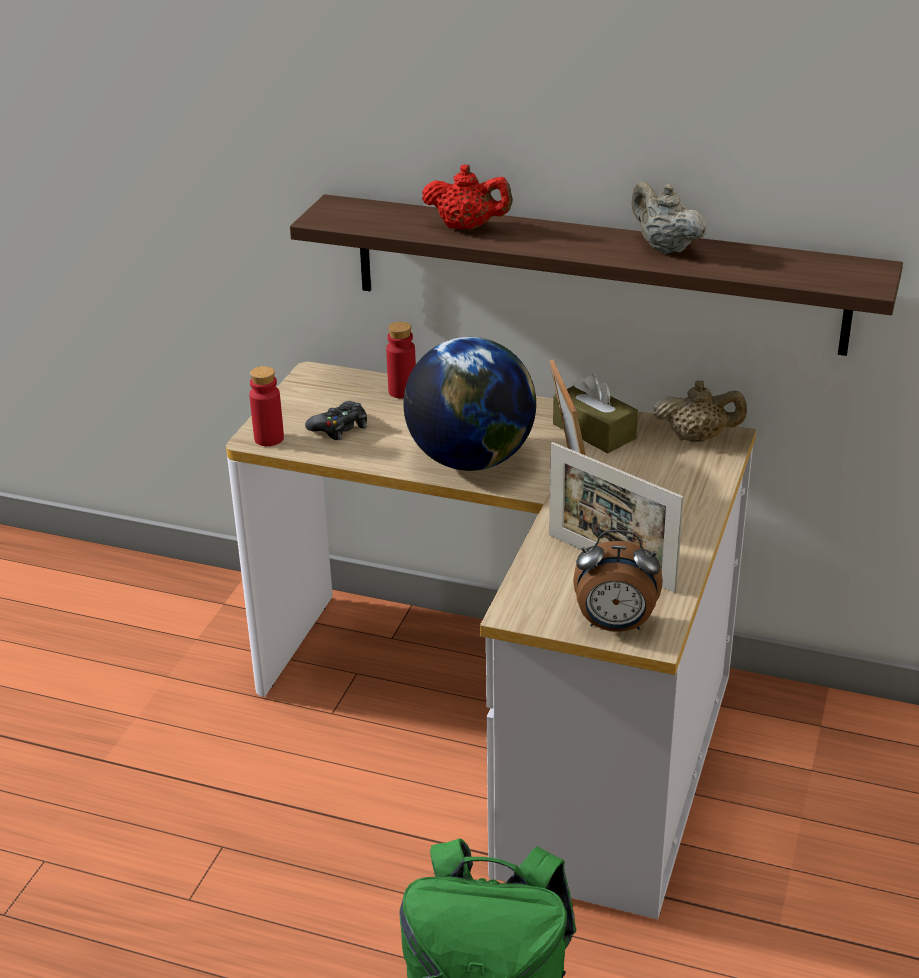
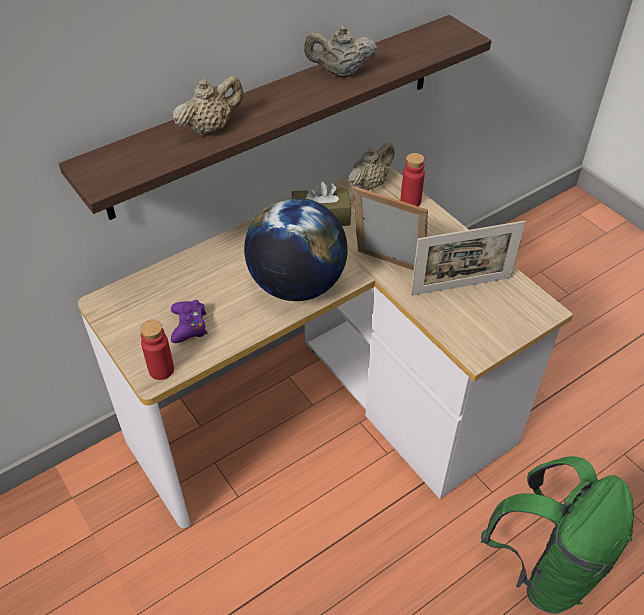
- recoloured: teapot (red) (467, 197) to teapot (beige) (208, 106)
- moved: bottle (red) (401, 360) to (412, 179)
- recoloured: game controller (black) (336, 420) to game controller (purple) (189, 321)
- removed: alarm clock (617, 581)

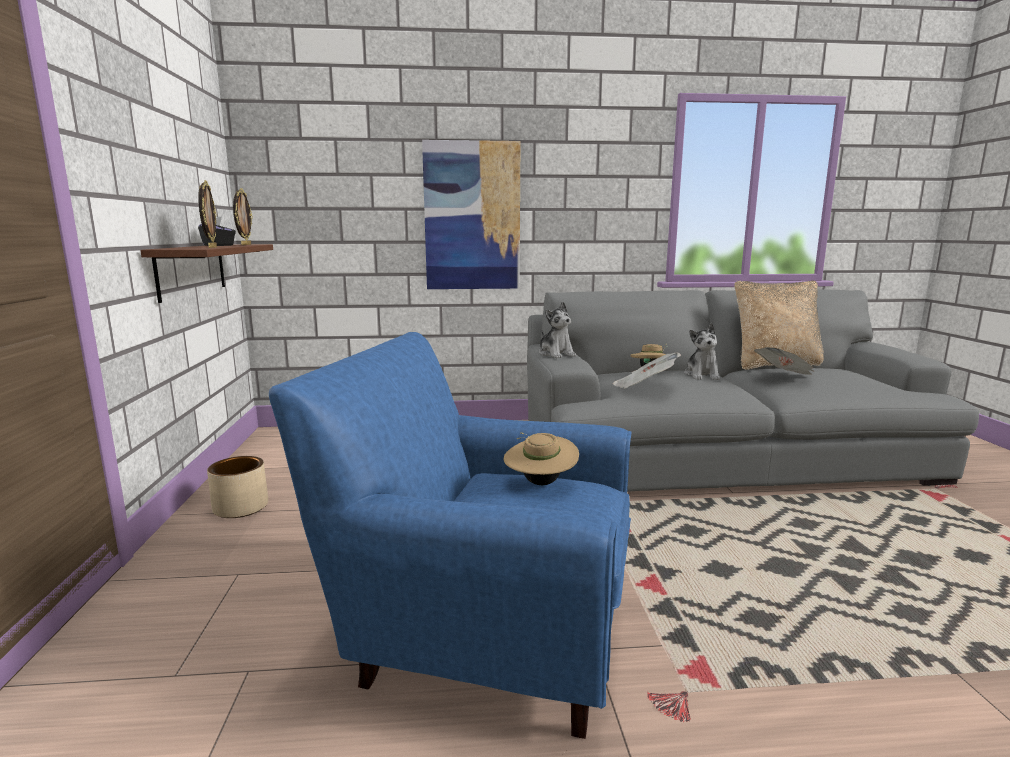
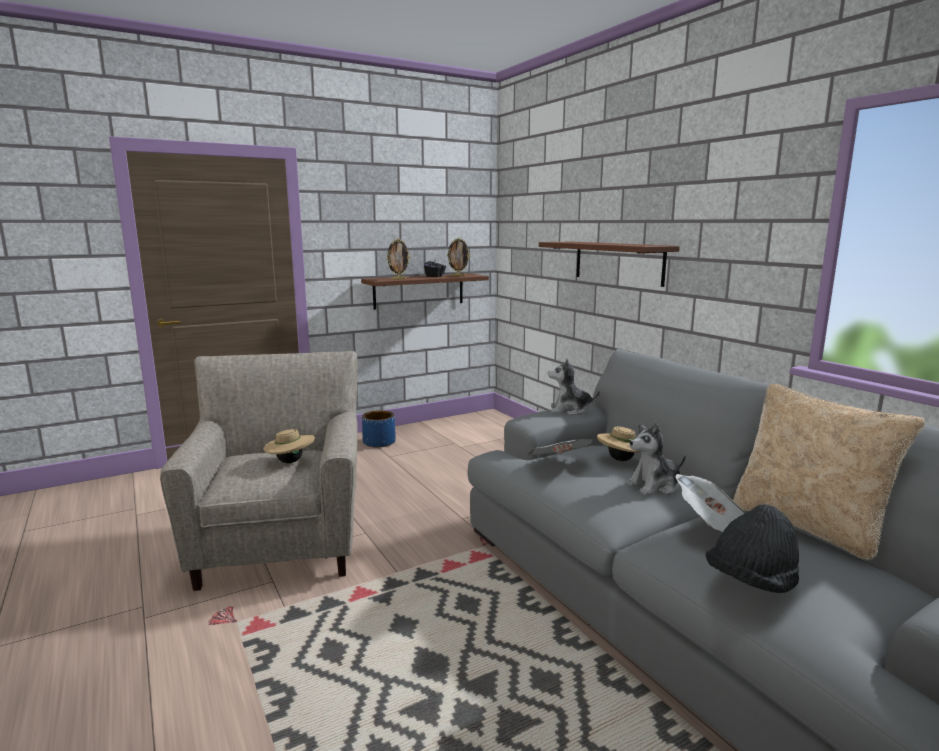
- replaced: picture (471, 214) to shelf (609, 264)
- turned: plush toy (557, 330) = (574, 387) 60 degrees clockwise
- recoloured: armchair (blue) (450, 535) to armchair (beige) (258, 471)
- recoloured: planter (beige) (237, 487) to planter (blue) (379, 429)
- added: hat (black) (752, 548)

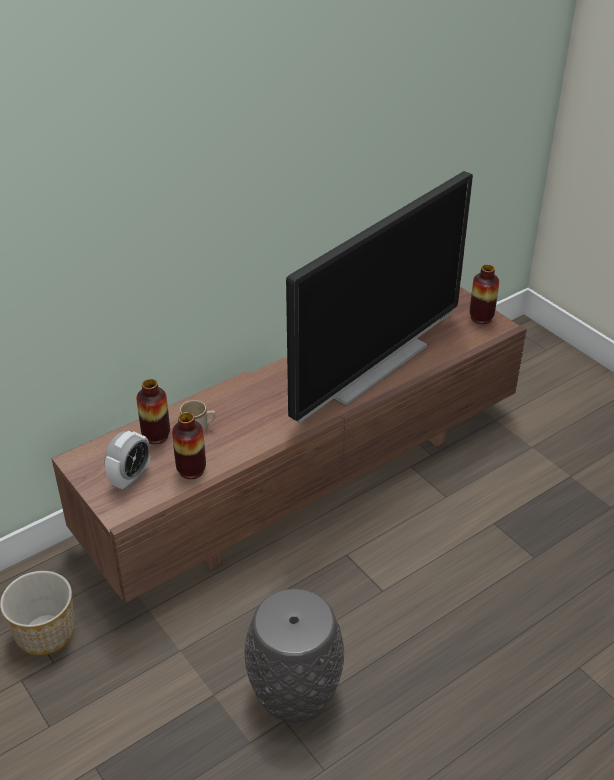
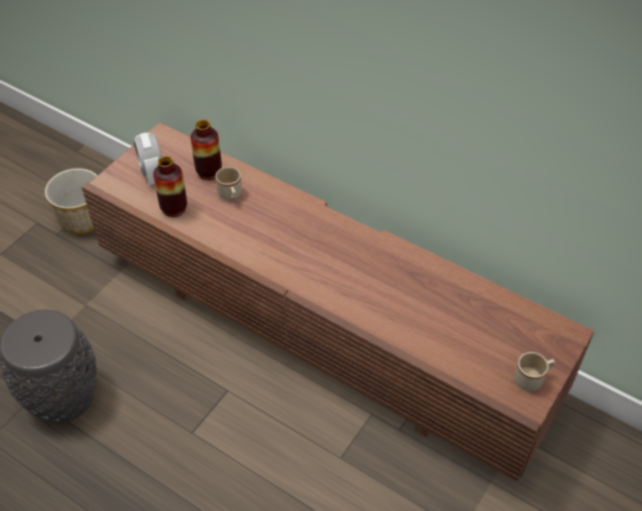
- removed: television (379, 297)
- replaced: vase (484, 294) to mug (beige) (534, 371)
- turned: alarm clock (127, 460) = (147, 158) 60 degrees clockwise

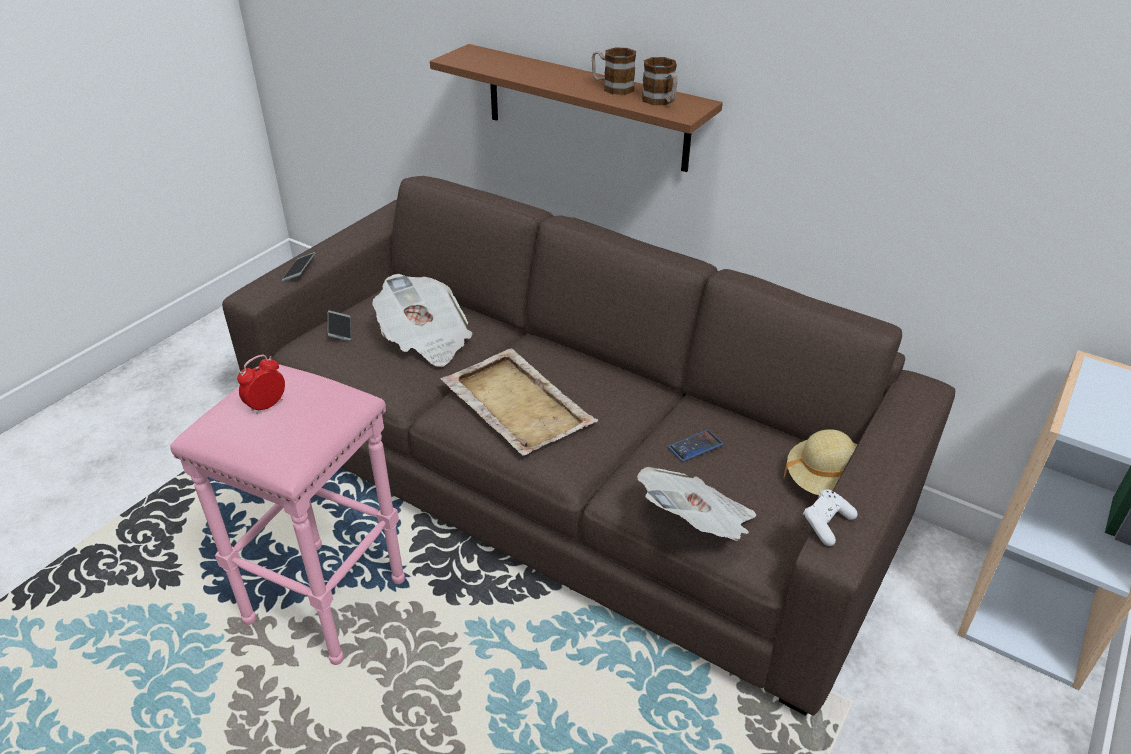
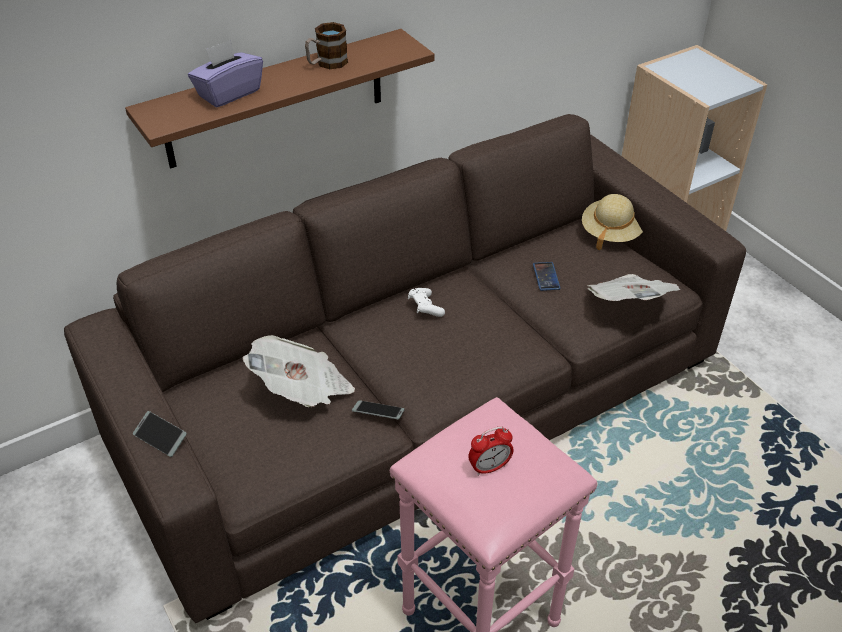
- removed: mug (660, 81)
- moved: phone (339, 325) to (378, 409)
- removed: tray (beige) (519, 402)
- turned: alarm clock (261, 384) = (490, 451) 90 degrees counterclockwise
- moved: game controller (white) (830, 517) to (426, 302)
- added: tissue box (purple) (225, 74)

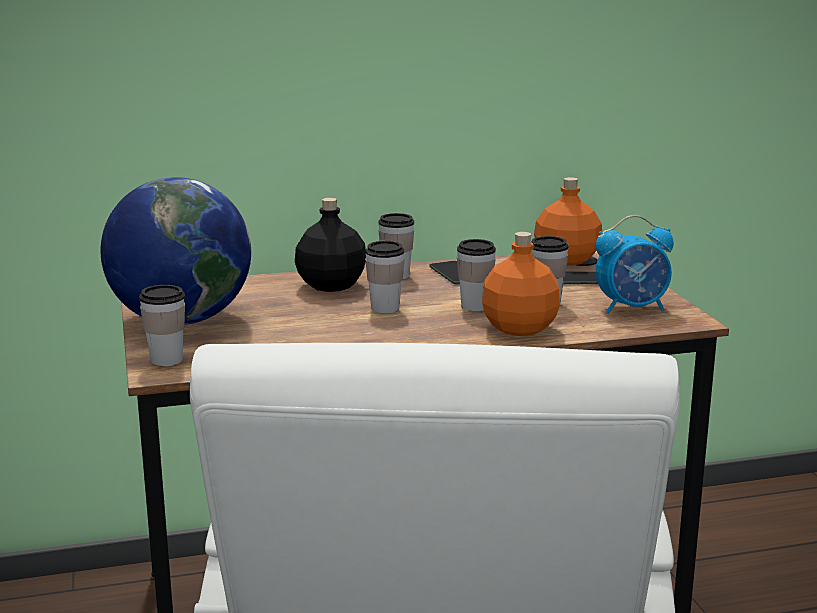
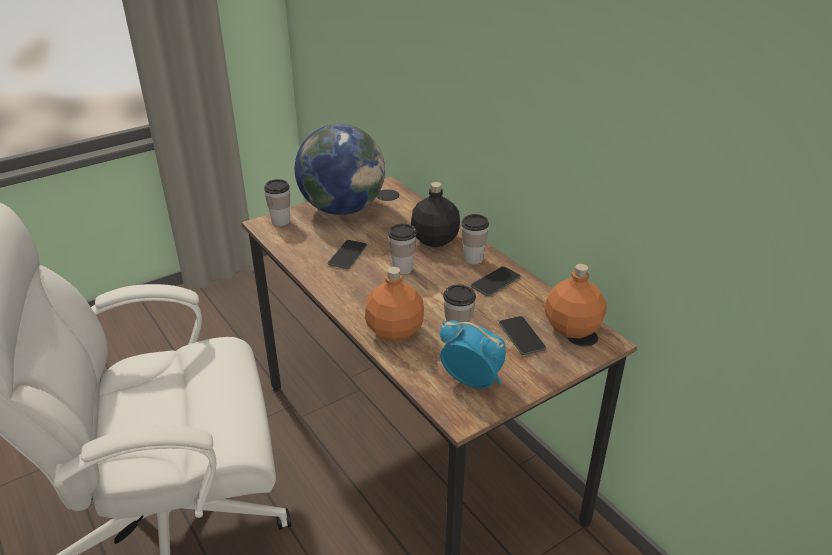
- turned: alarm clock (635, 264) = (473, 354) 150 degrees clockwise
- removed: cup (476, 275)
- added: phone (347, 254)

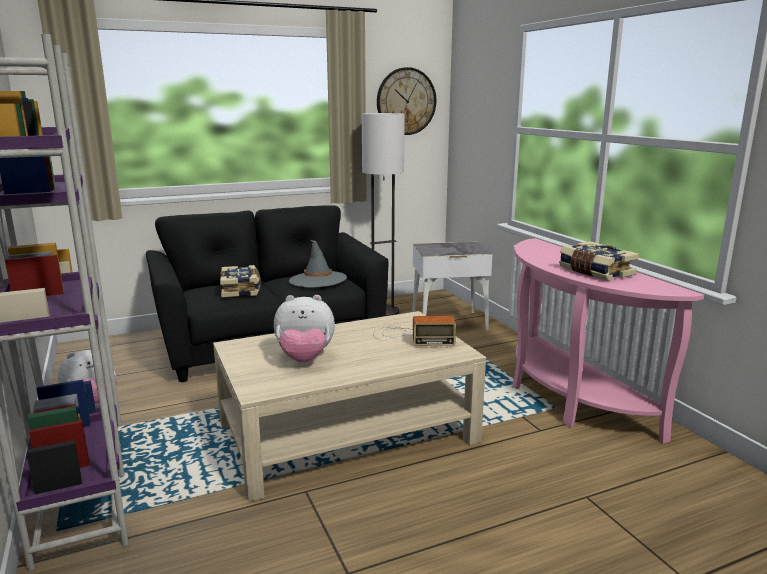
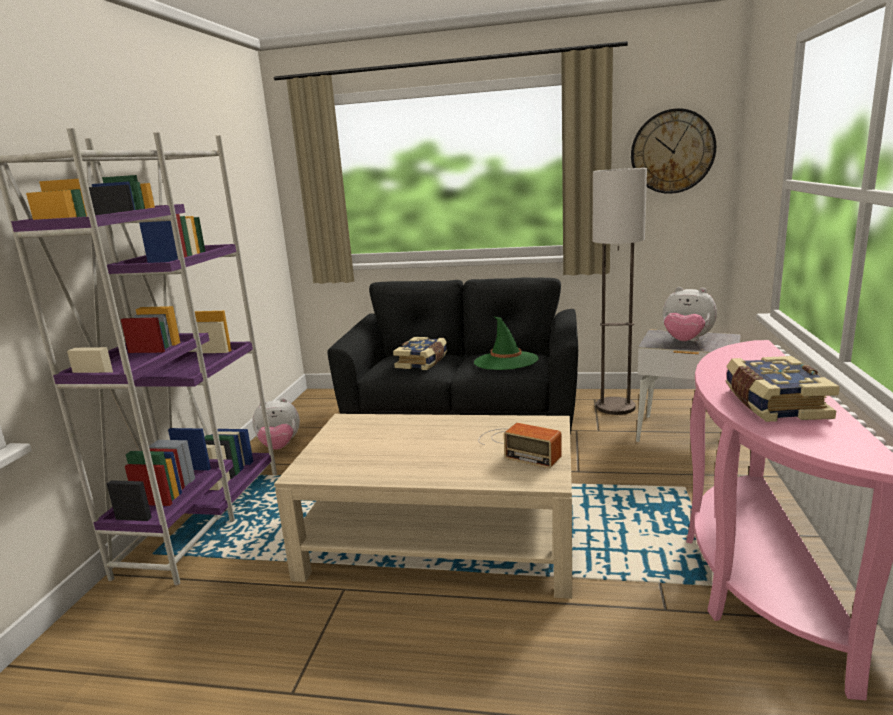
- recoloured: hat (grey) (318, 264) to hat (green) (506, 343)
- moved: plush toy (304, 328) to (690, 314)

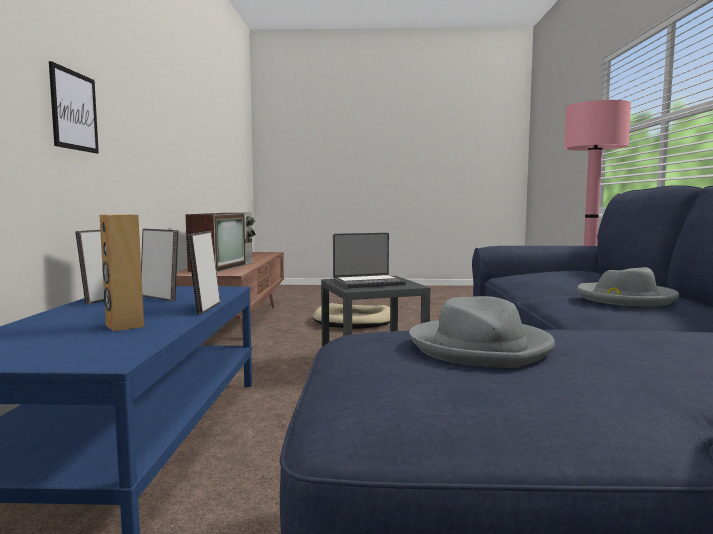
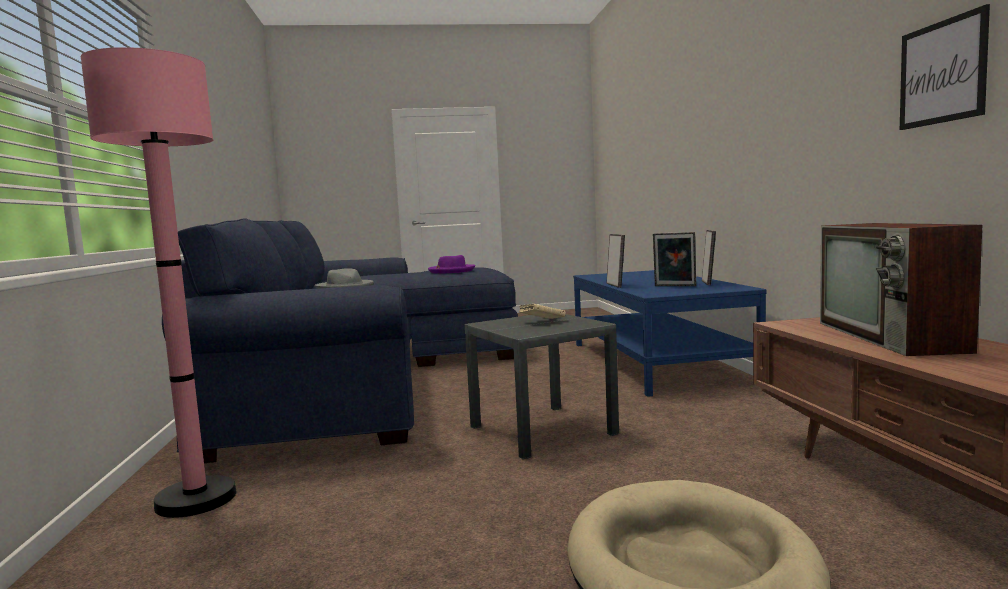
- moved: picture (74, 107) to (945, 67)
- removed: speaker (brown) (121, 272)
- replaced: laptop (369, 260) to book (beige) (542, 311)
- recoloured: hat (grey) (482, 332) to hat (purple) (451, 264)

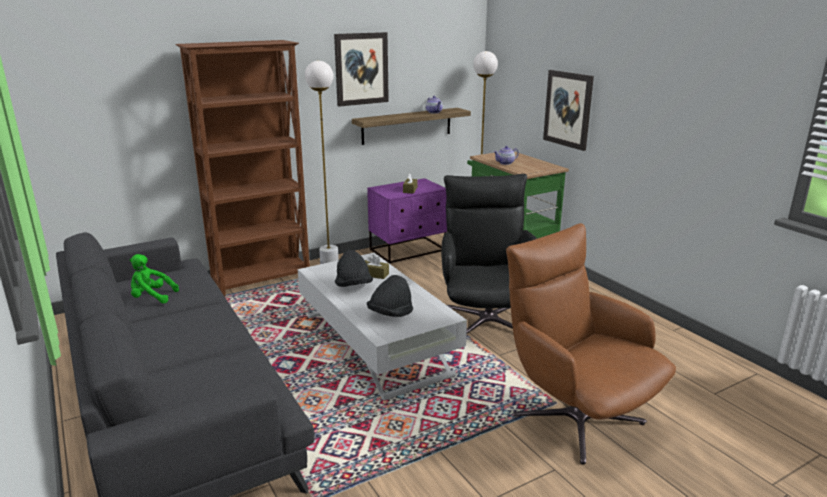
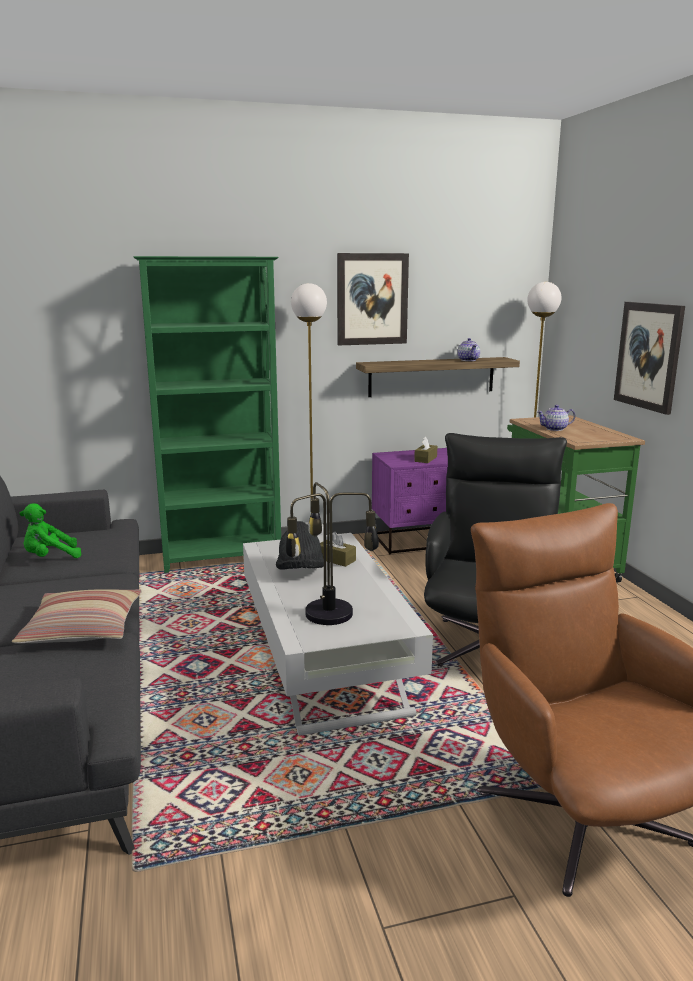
- recoloured: bookcase (brown) (242, 168) to bookcase (green) (207, 414)
- turned: plush toy (green) (154, 279) = (50, 530) 45 degrees counterclockwise
- replaced: hat (black) (390, 296) to table lamp (332, 553)
- added: pillow (77, 616)

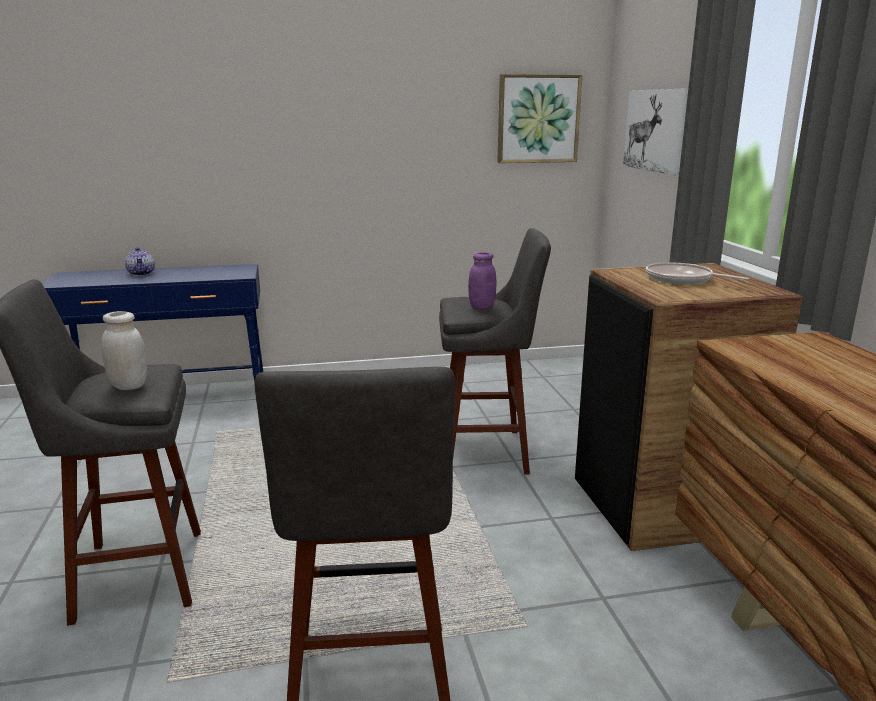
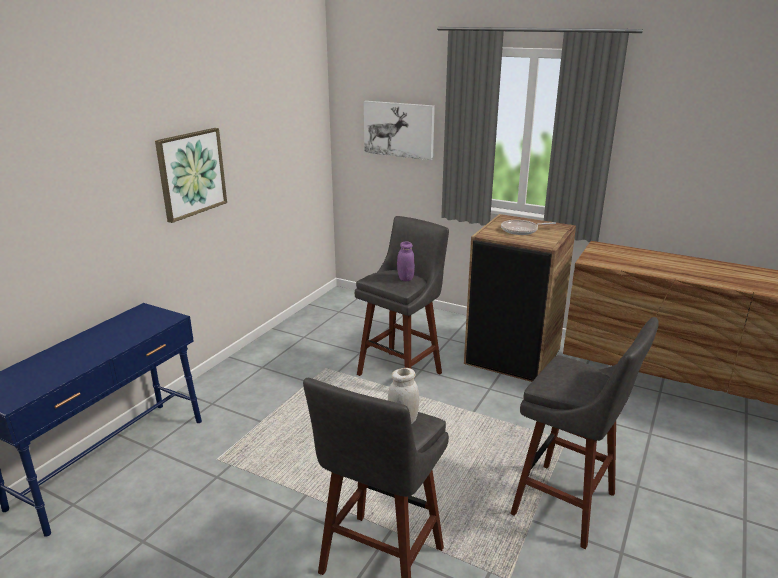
- moved: picture (539, 118) to (191, 175)
- removed: teapot (140, 261)

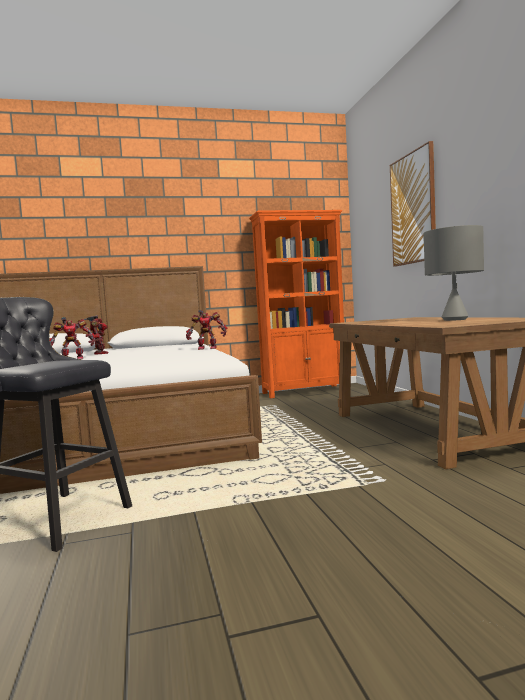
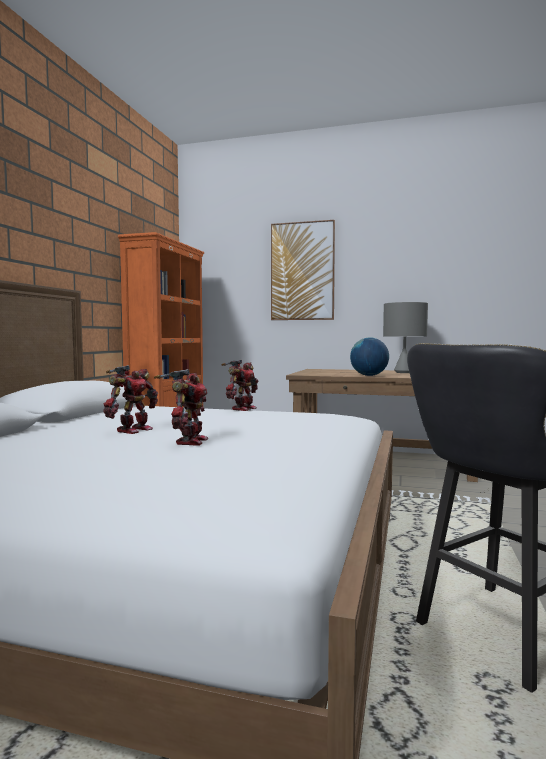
- turned: toy robot (93, 335) = (130, 399) 105 degrees clockwise
- added: globe (369, 356)

